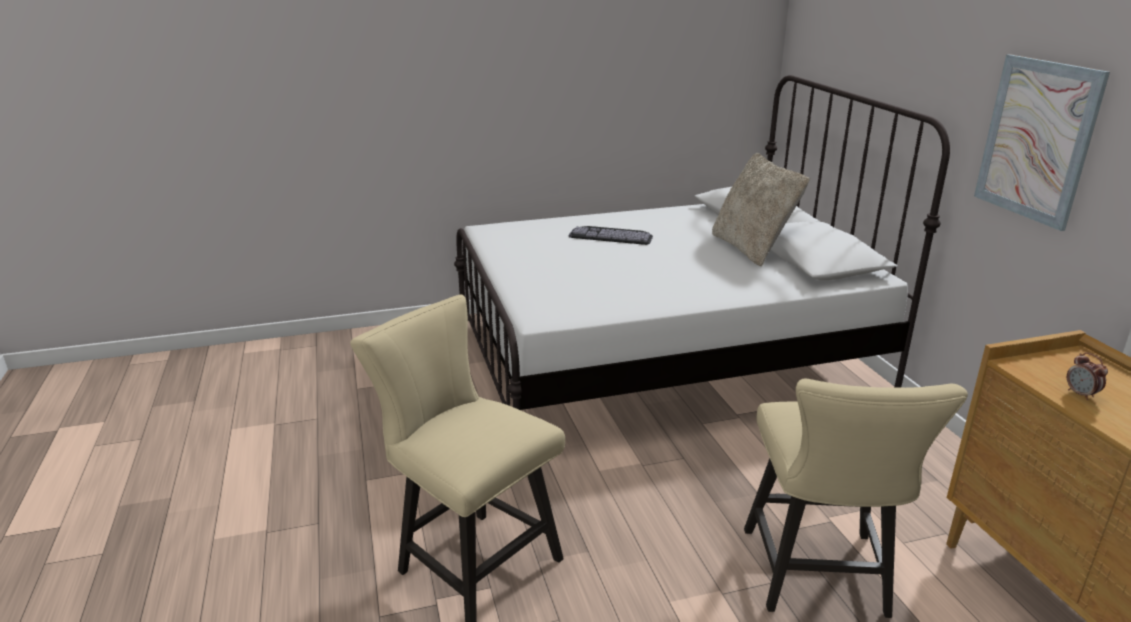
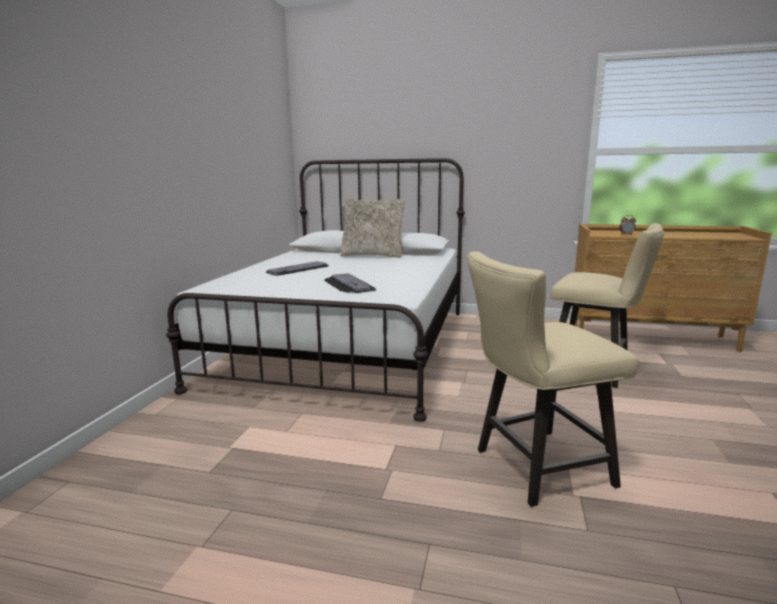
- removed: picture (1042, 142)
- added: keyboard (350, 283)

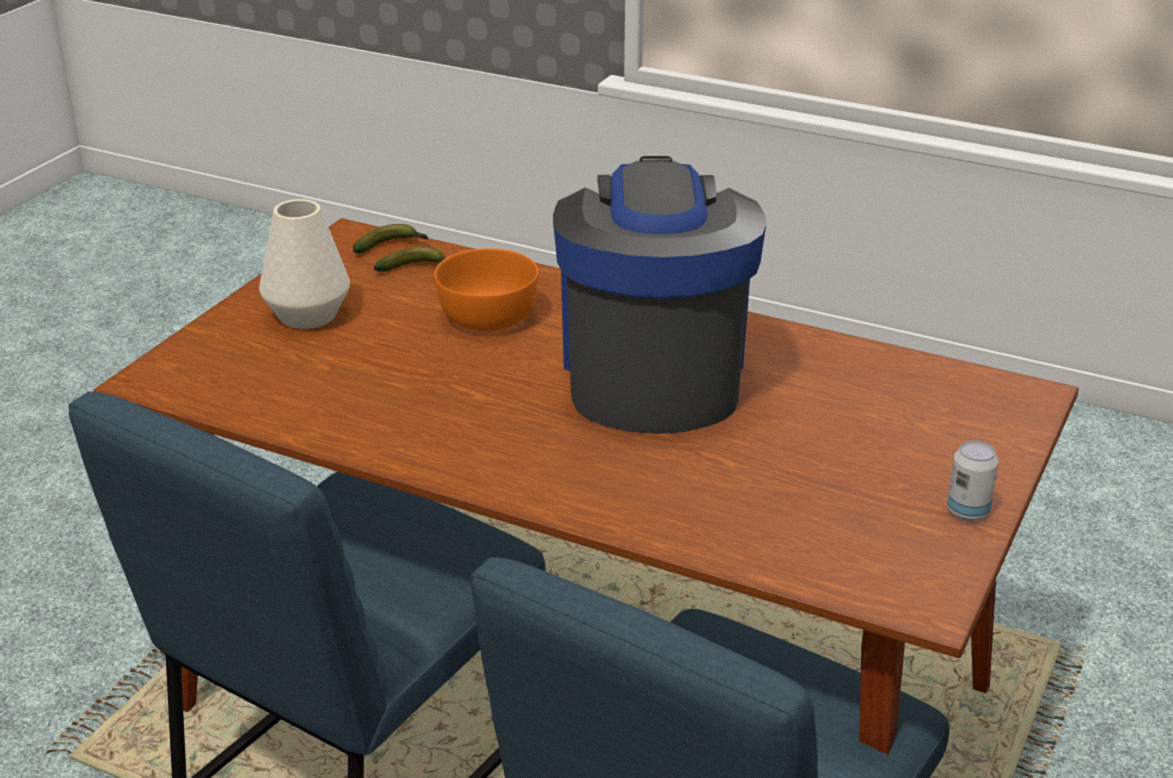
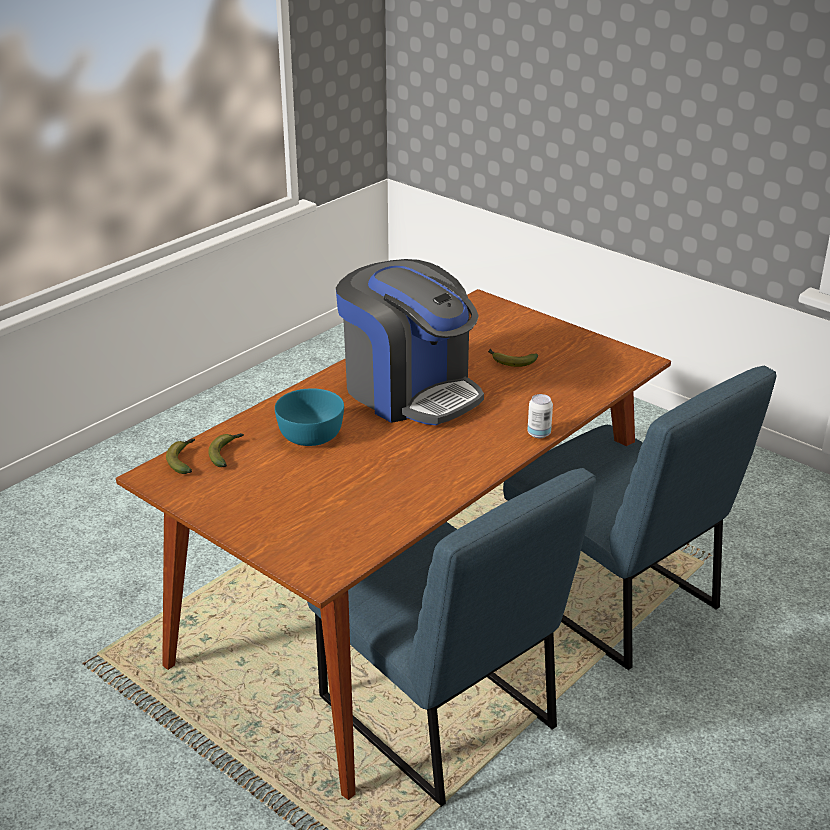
- turned: coffee machine (659, 295) = (410, 342) 150 degrees counterclockwise
- removed: vase (white) (304, 264)
- recoloured: bowl (orange) (486, 289) to bowl (turquoise) (309, 417)
- moved: can (972, 480) to (540, 416)
- added: banana (513, 358)

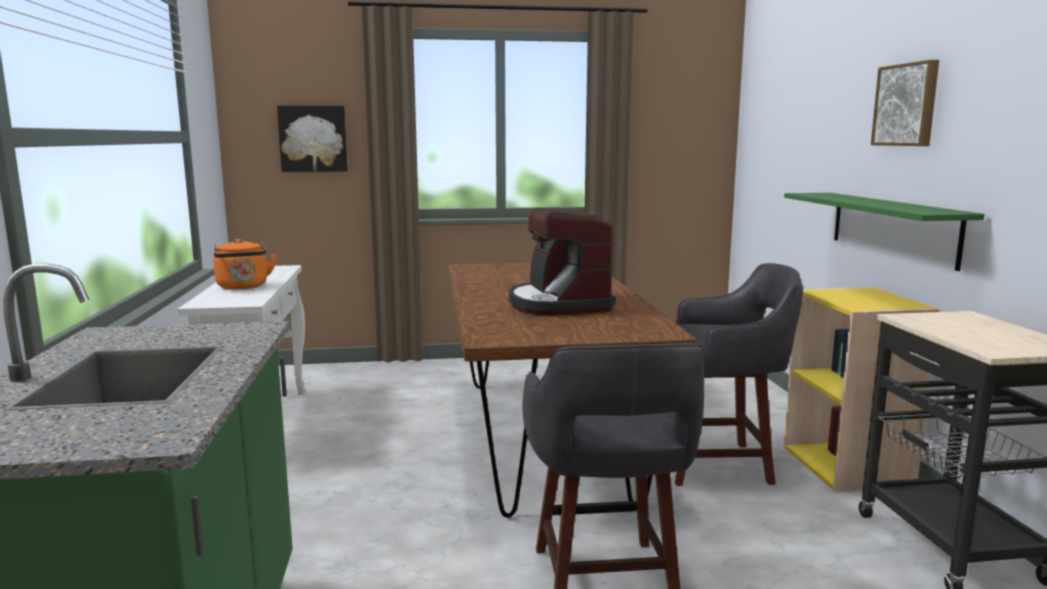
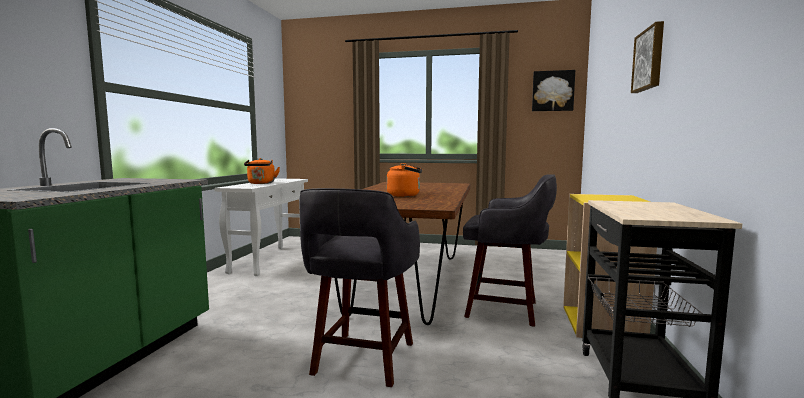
- moved: picture (312, 138) to (553, 90)
- removed: shelf (green) (884, 232)
- replaced: coffee machine (562, 262) to kettle (orange) (404, 180)

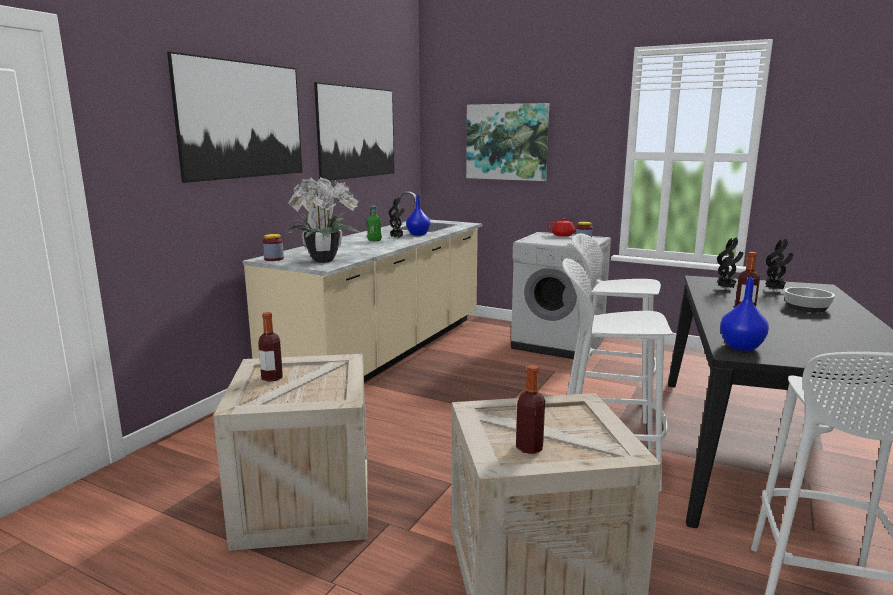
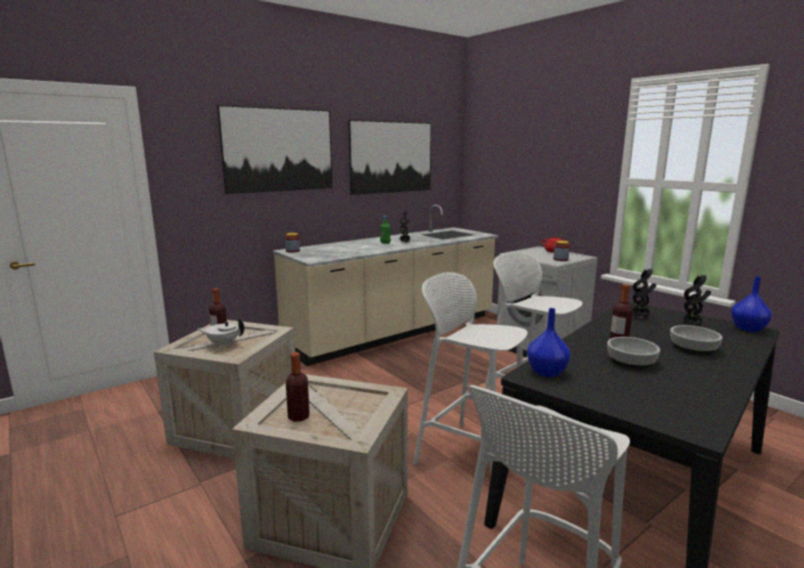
- removed: picture (507, 142)
- removed: potted plant (323, 220)
- moved: vase (blue) (418, 215) to (751, 304)
- added: teapot (white) (221, 332)
- added: bowl (633, 353)

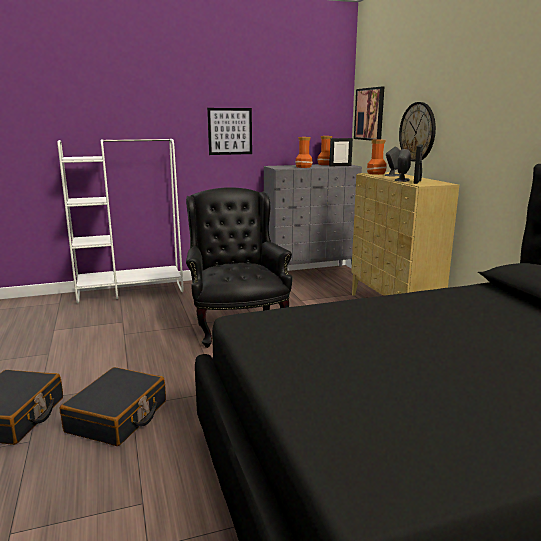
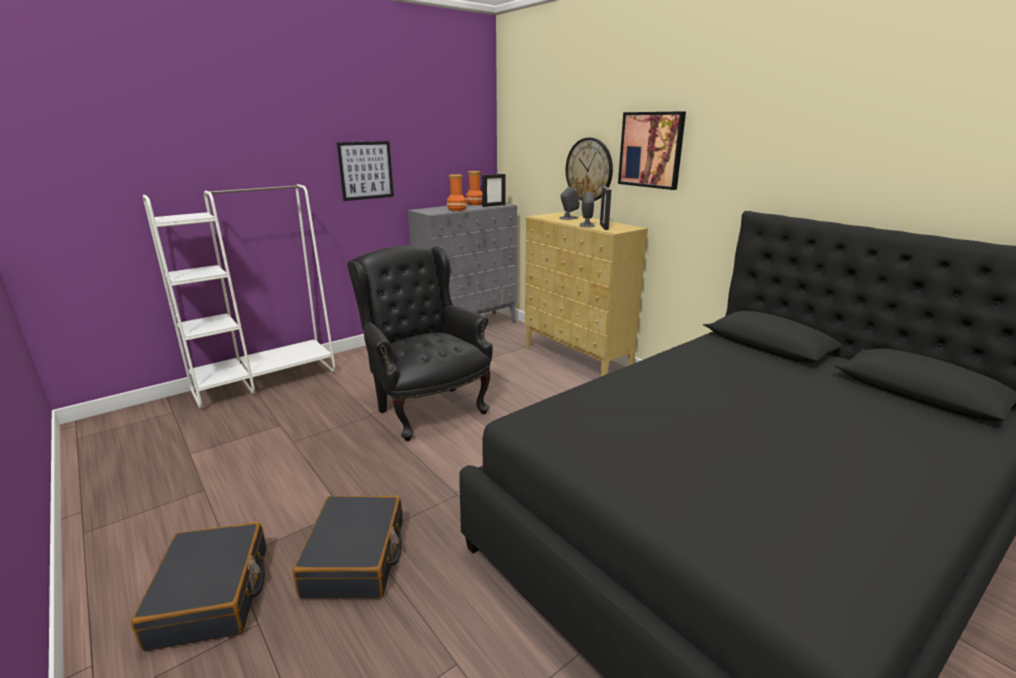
- moved: picture (369, 114) to (652, 150)
- removed: vase (377, 157)

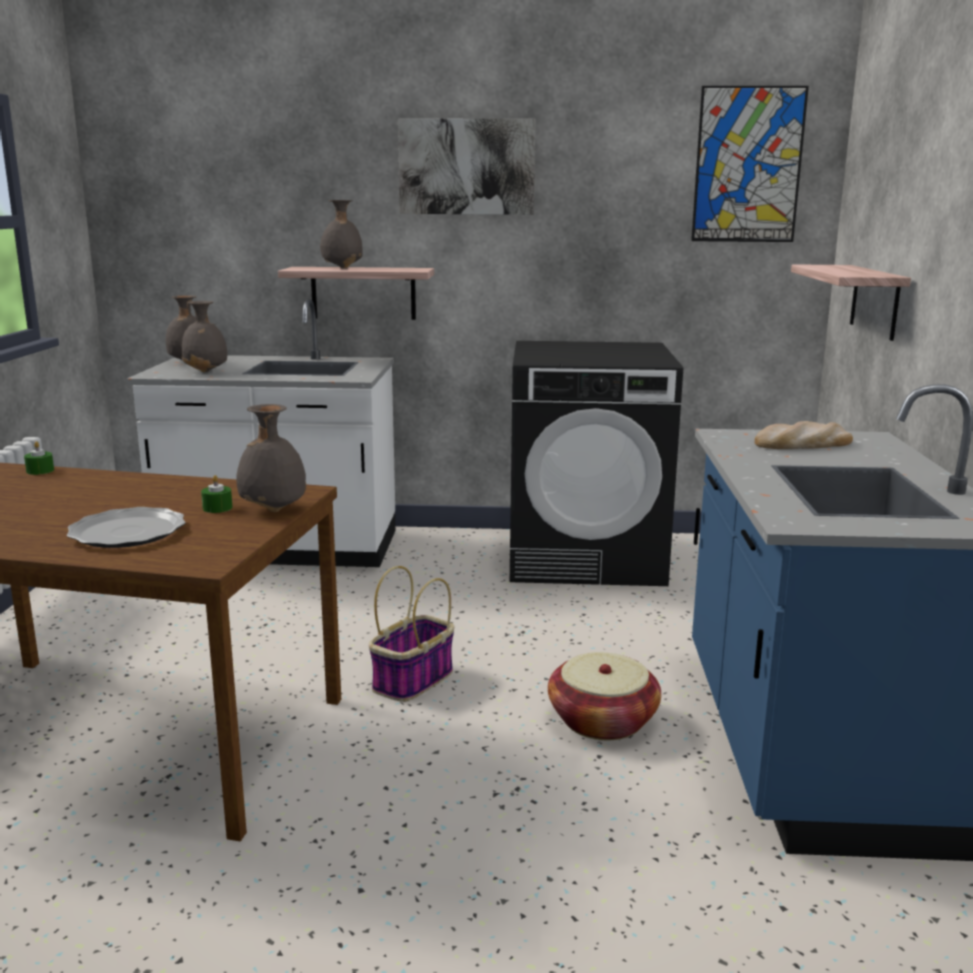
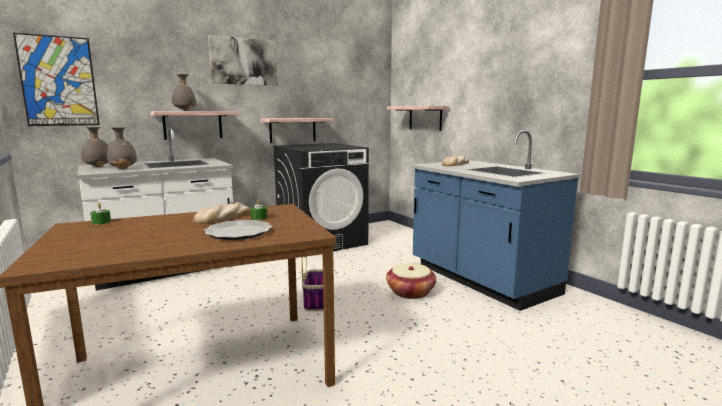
- moved: picture (750, 164) to (56, 79)
- removed: vase (grey) (271, 458)
- added: shelf (297, 130)
- added: bread (221, 213)

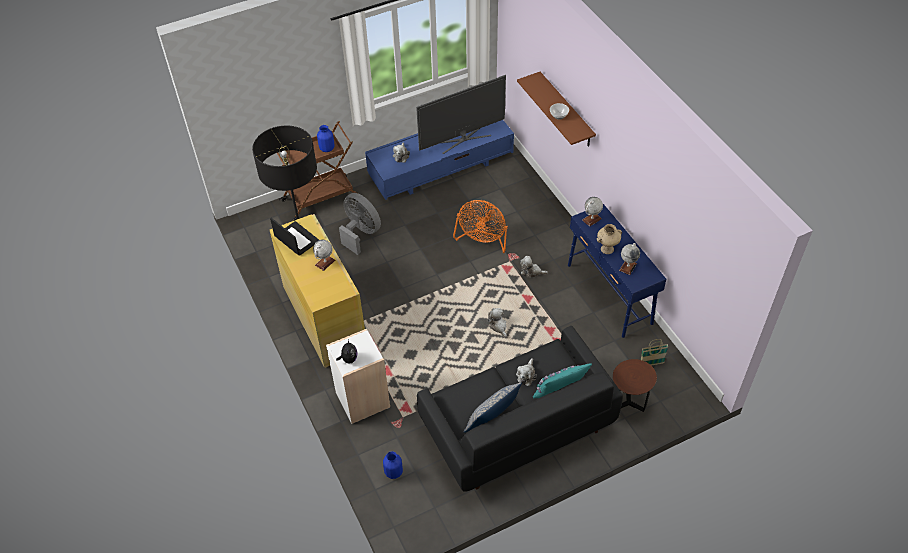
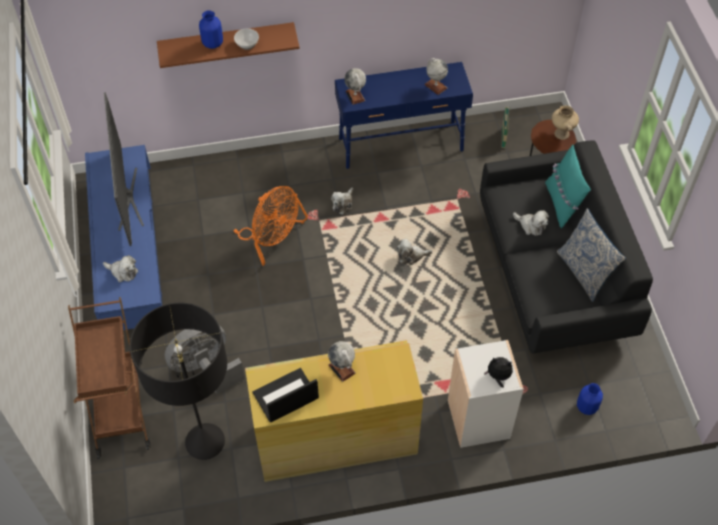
- moved: vase (blue) (326, 138) to (211, 29)
- moved: vase (beige) (609, 239) to (565, 122)

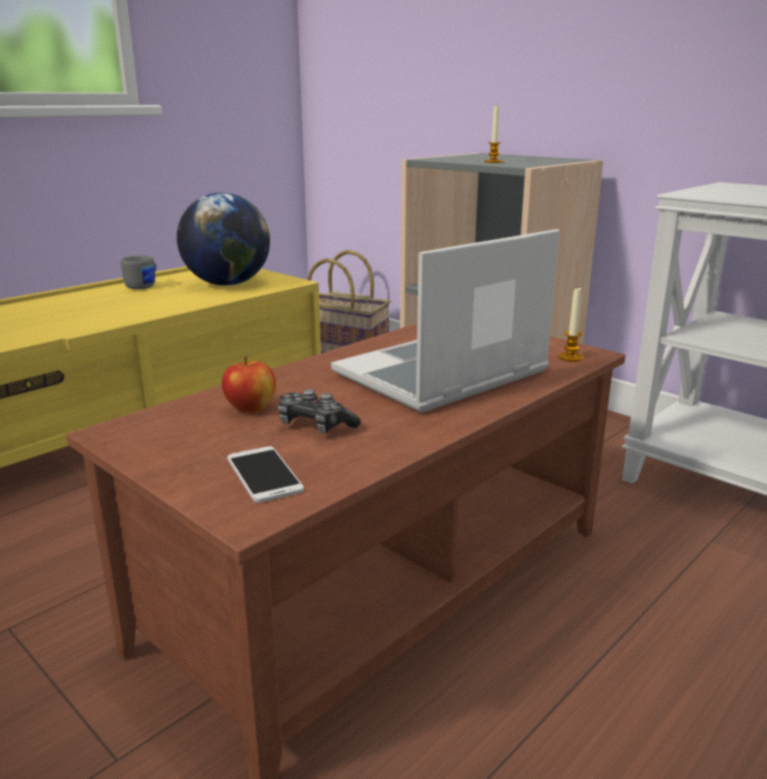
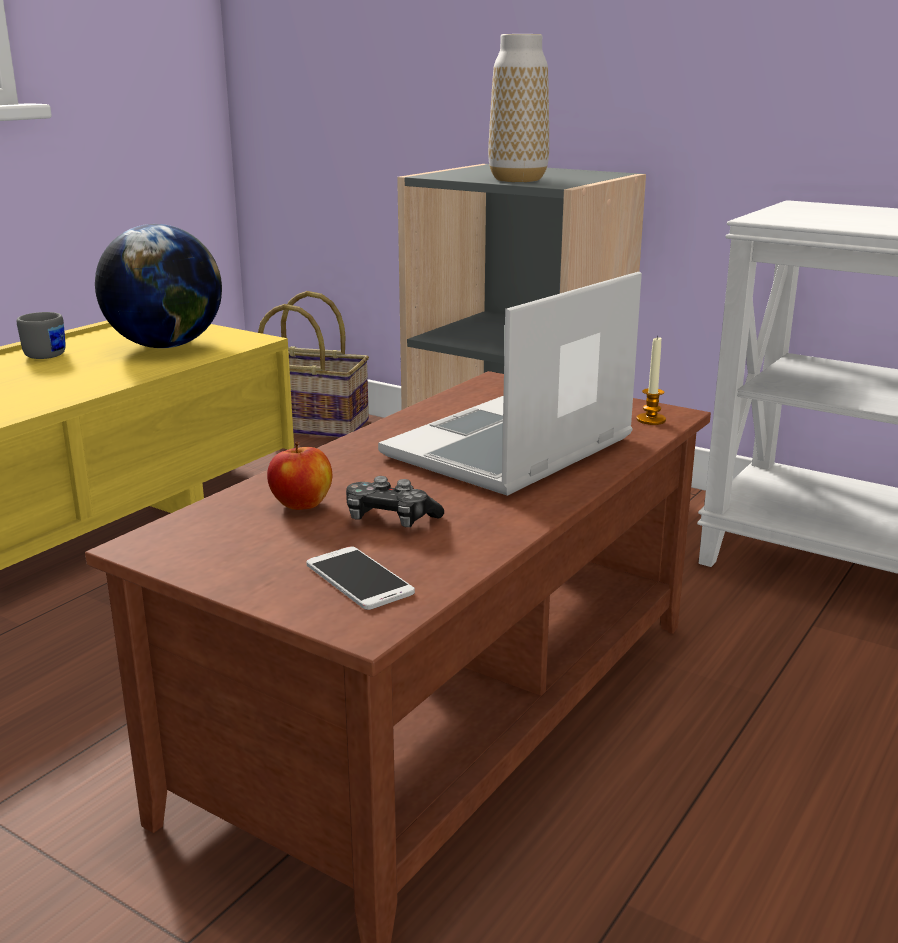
- replaced: candle (493, 133) to vase (518, 108)

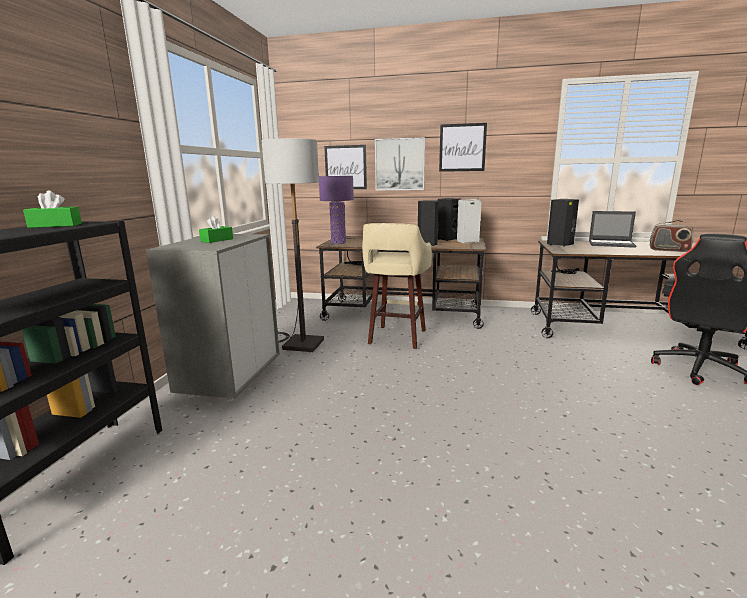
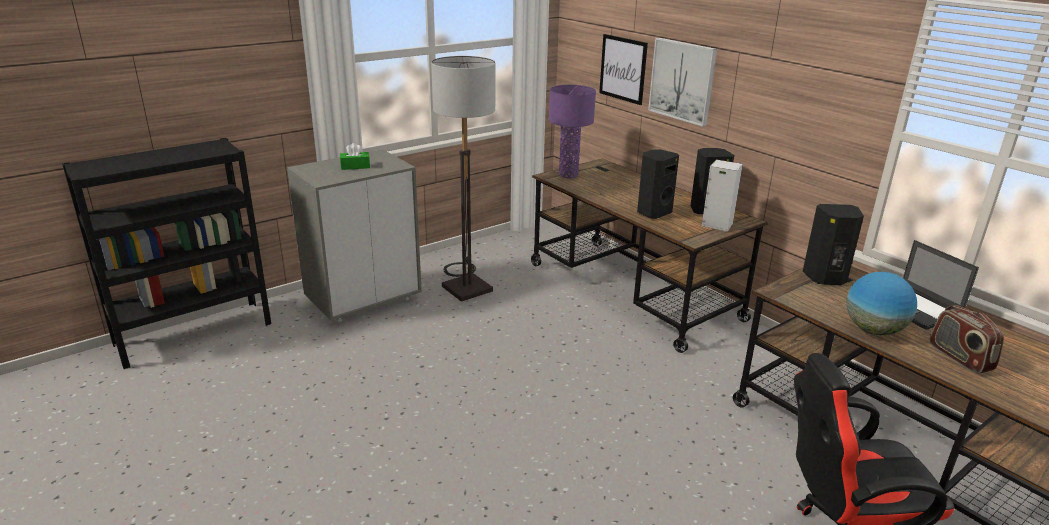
- removed: picture (463, 147)
- removed: tissue box (green) (52, 209)
- removed: stool (beige) (397, 286)
- added: globe (881, 303)

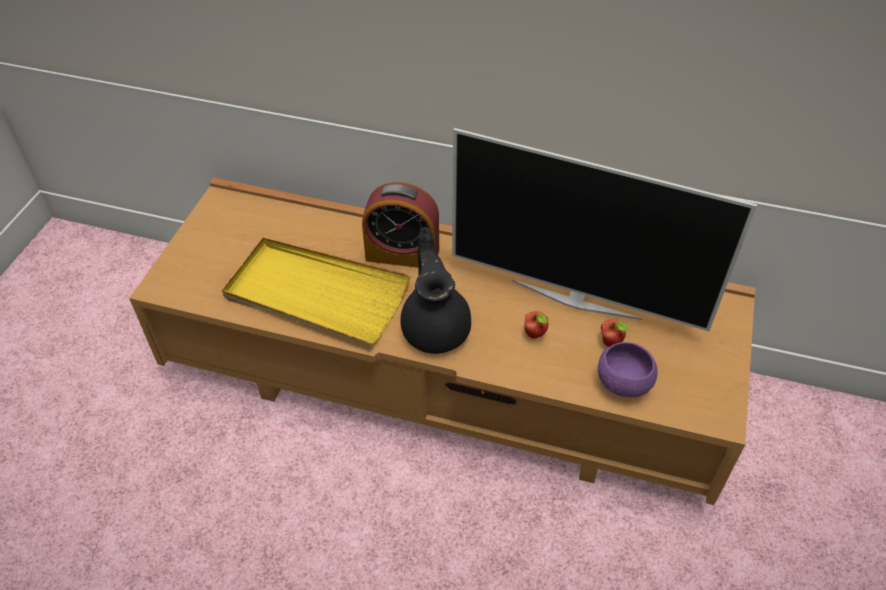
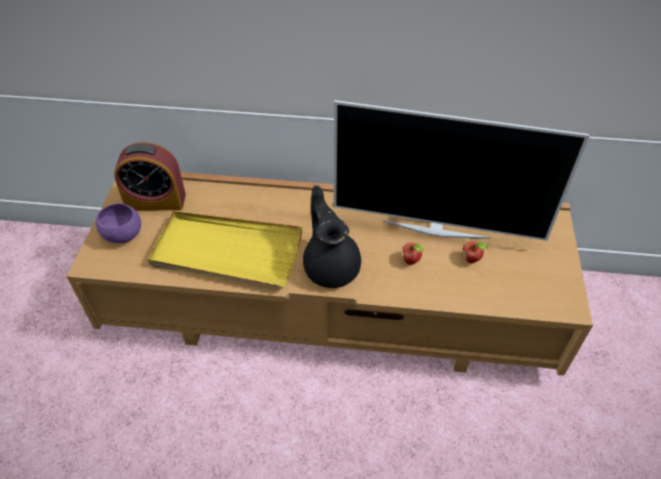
- moved: alarm clock (400, 225) to (150, 176)
- moved: bowl (purple) (628, 369) to (118, 223)

